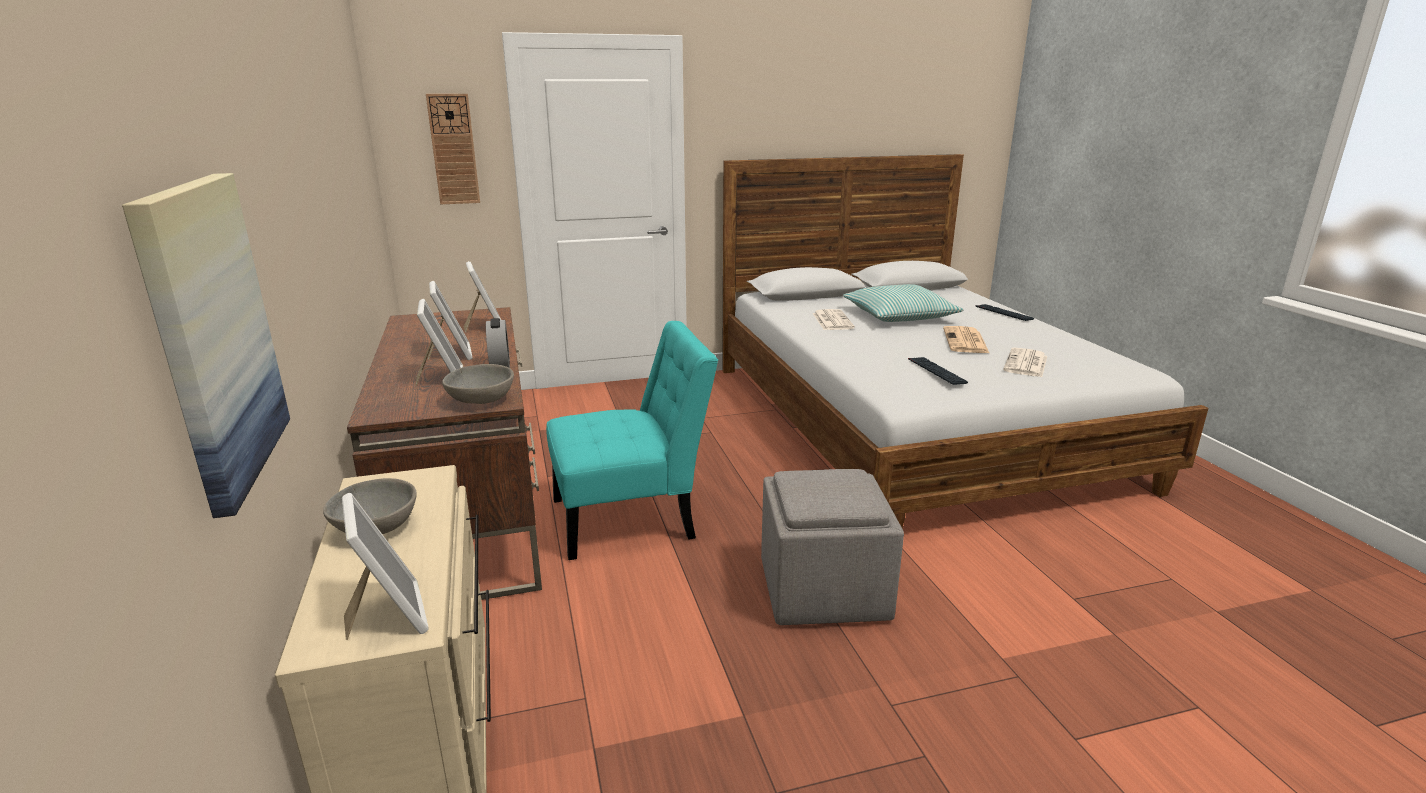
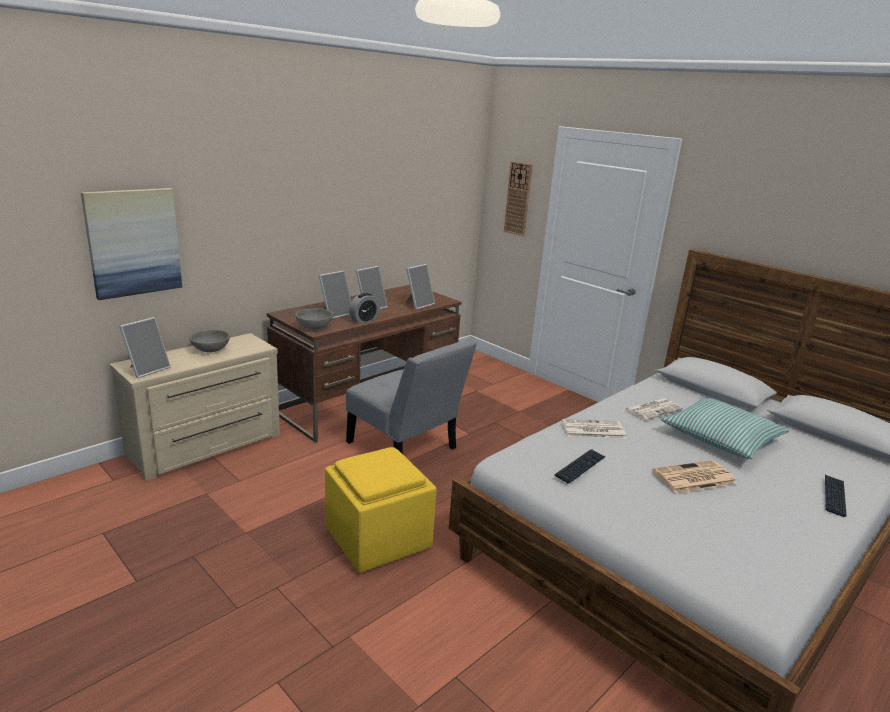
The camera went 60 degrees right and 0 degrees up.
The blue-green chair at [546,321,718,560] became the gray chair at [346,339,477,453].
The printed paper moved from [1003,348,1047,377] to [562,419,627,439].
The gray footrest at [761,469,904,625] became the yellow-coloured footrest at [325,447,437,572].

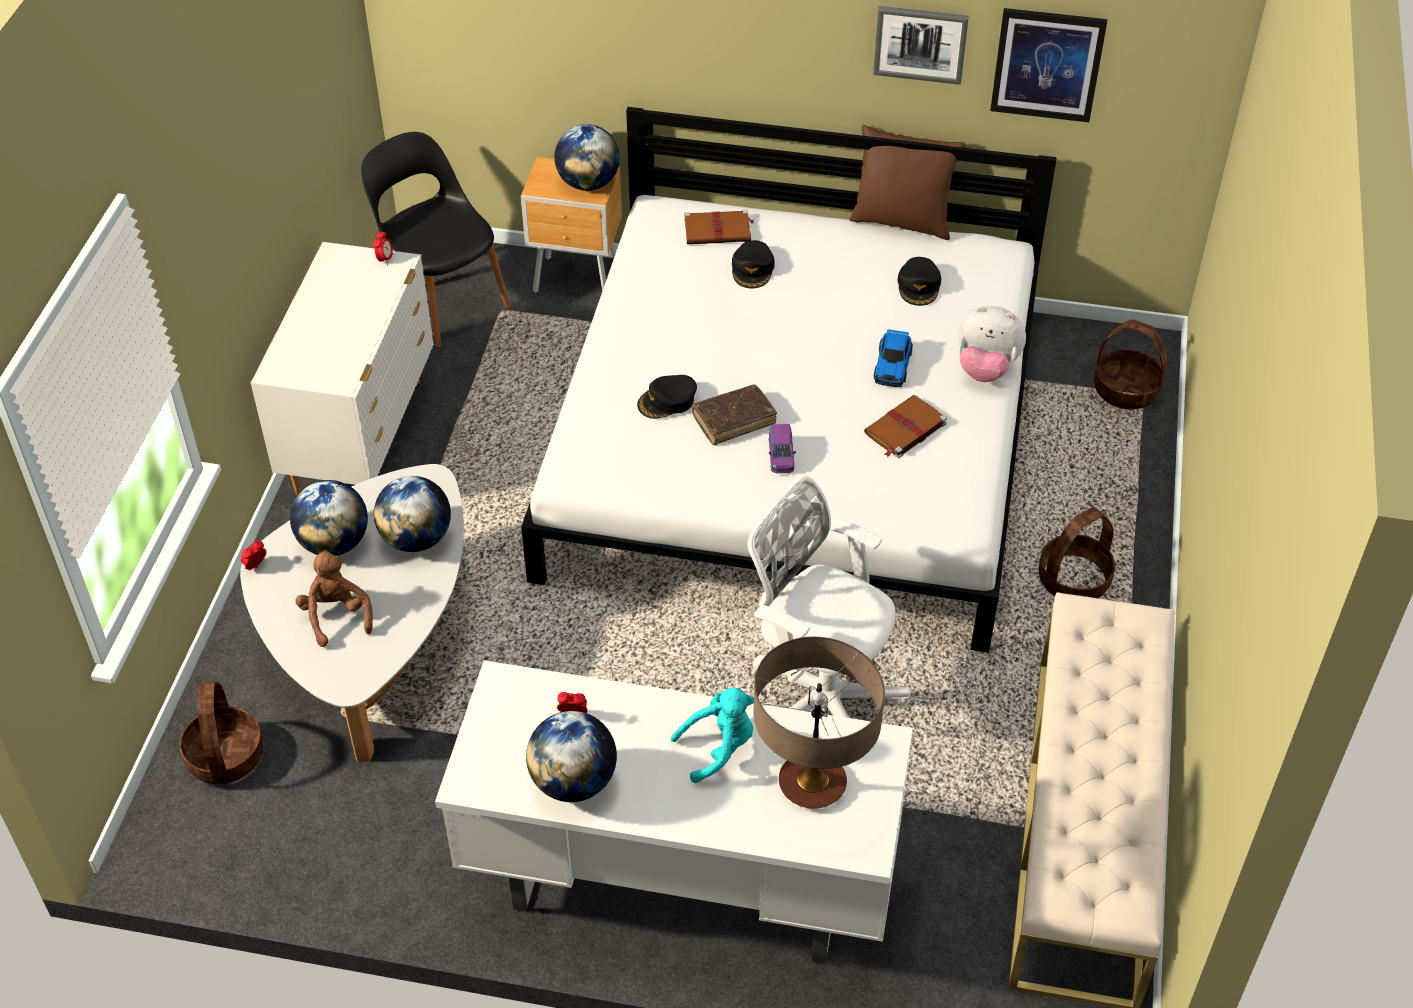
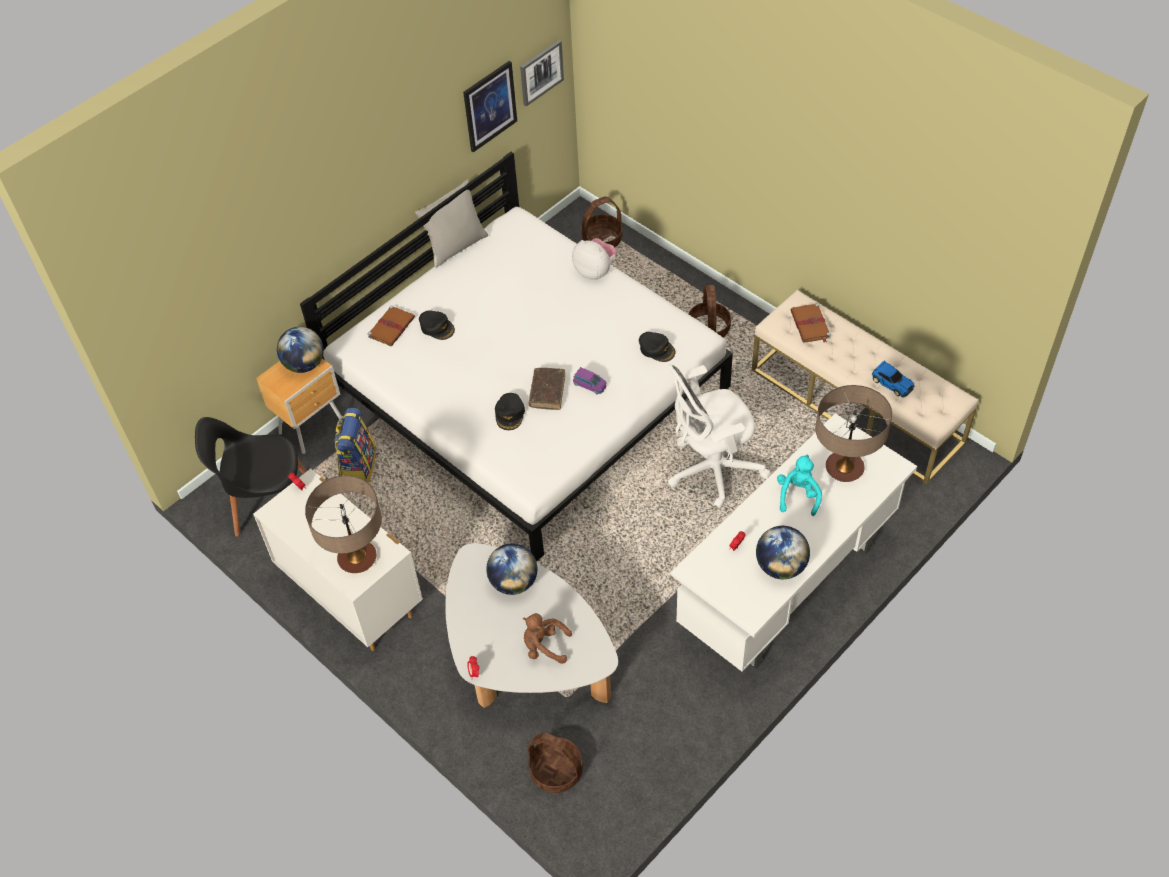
The camera went 55 degrees left and 5 degrees up.
The wall art moved from [873,6,969,85] to [520,40,564,106].
The brown throw pillow at [849,125,965,240] became the gray throw pillow at [415,179,488,268].
The blackish baseball cap moved from [898,257,941,306] to [639,332,675,362].
The plush toy at [958,306,1026,382] turned 105 degrees counterclockwise.
The model car moved from [874,329,913,387] to [872,361,914,398].
The brown book moved from [864,395,947,458] to [790,303,831,342].
The globe at [290,480,368,556] disappeared.
The rucksack at [334,408,376,482] appeared.
The table lamp at [305,475,382,573] appeared.

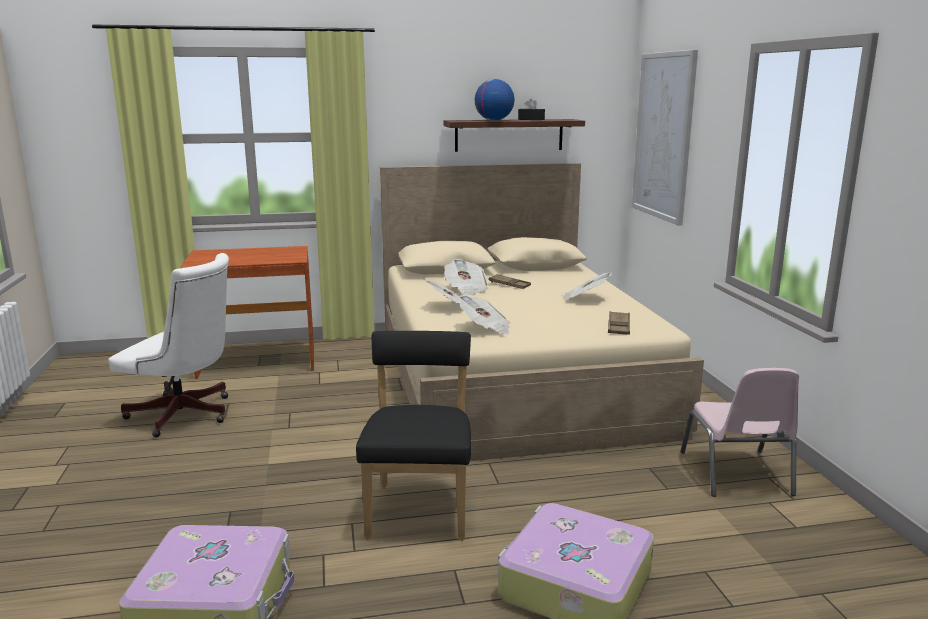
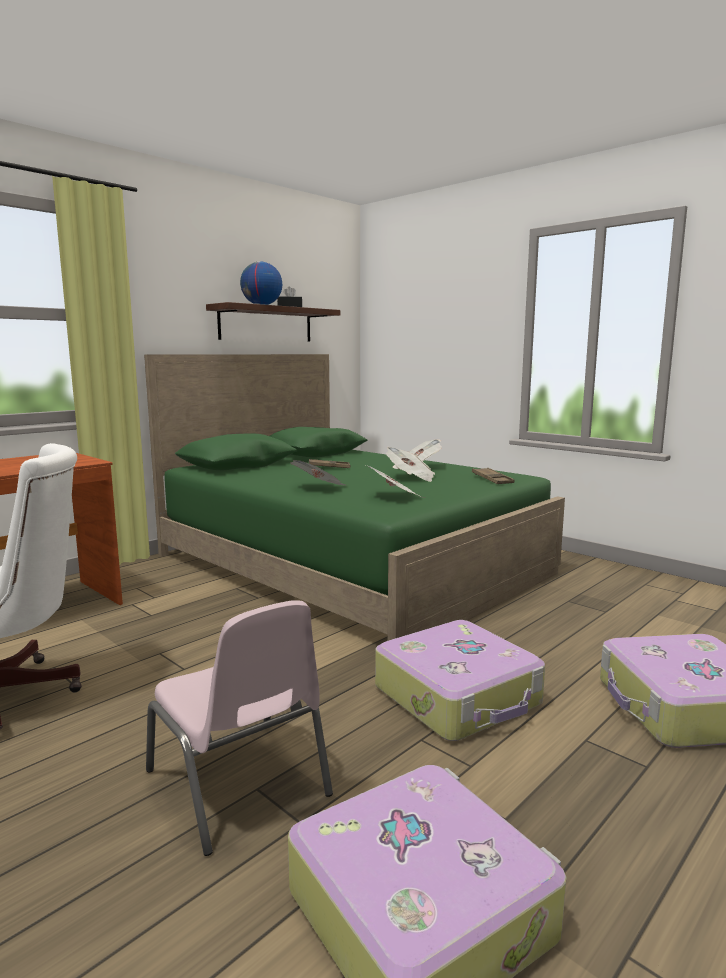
The camera went 35 degrees left and 5 degrees down.
The wall art at [632,49,698,226] disappeared.
The beige bedroom bed at [380,163,704,461] became the green-coloured bedroom bed at [144,354,565,641].
The printed paper moved from [444,259,488,296] to [386,447,435,482].
The blackish chair at [356,331,471,540] was replaced by the piece of luggage at [375,620,545,741].
The pinkish chair moved from [681,368,799,497] to [146,600,333,856].

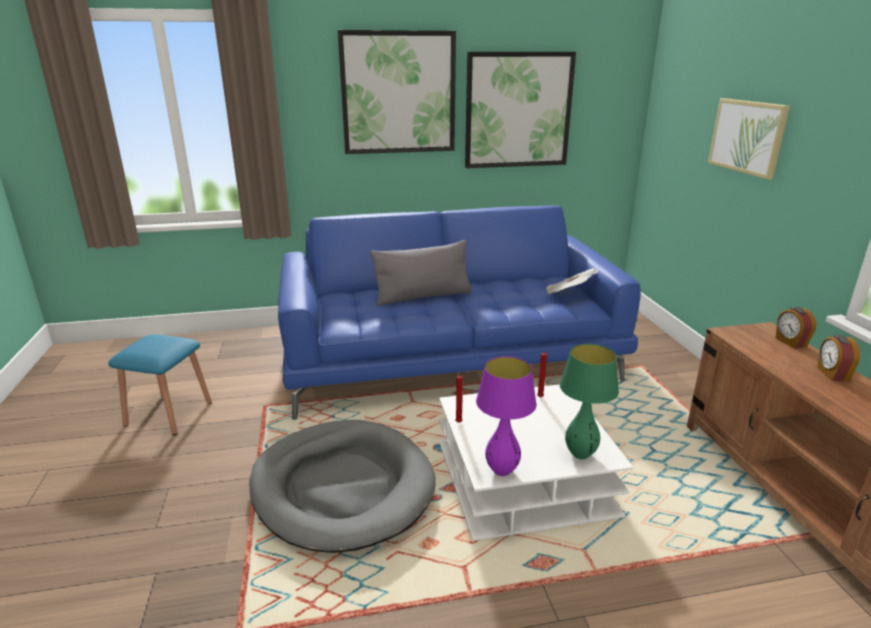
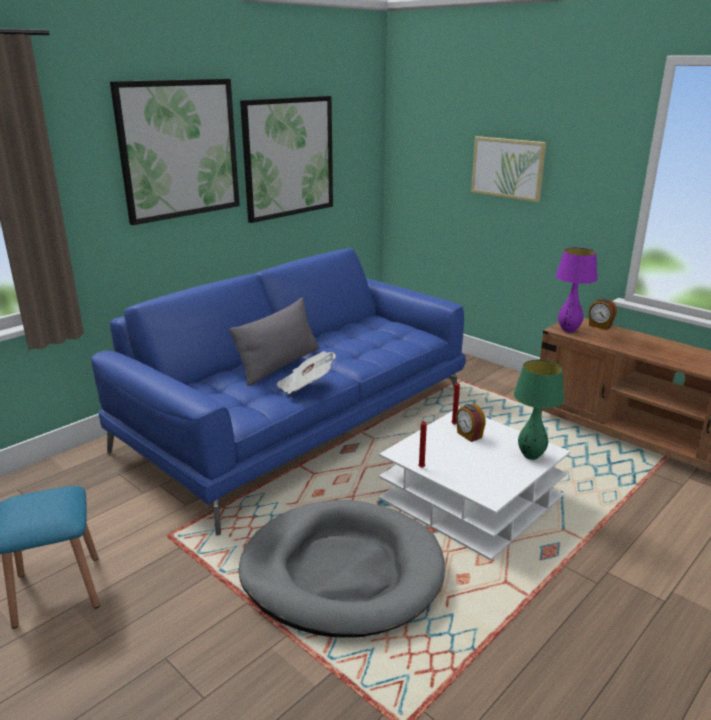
The camera went 35 degrees left and 0 degrees up.
The printed paper moved from [546,268,598,294] to [277,351,336,394].
The table clock moved from [817,335,860,381] to [456,404,486,442].
The purple-coloured table lamp moved from [476,356,537,476] to [556,247,597,333].

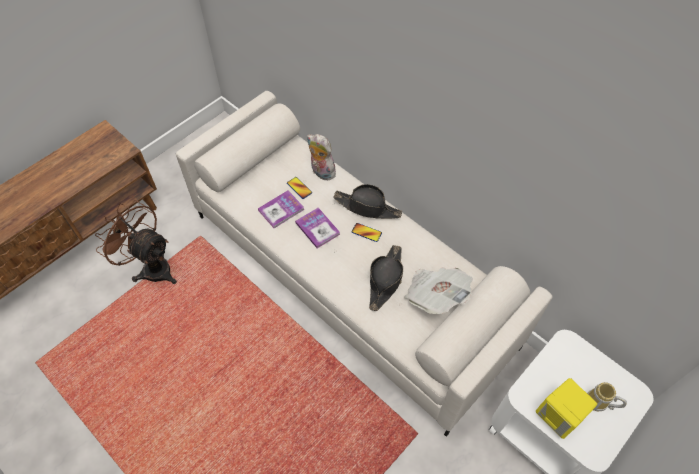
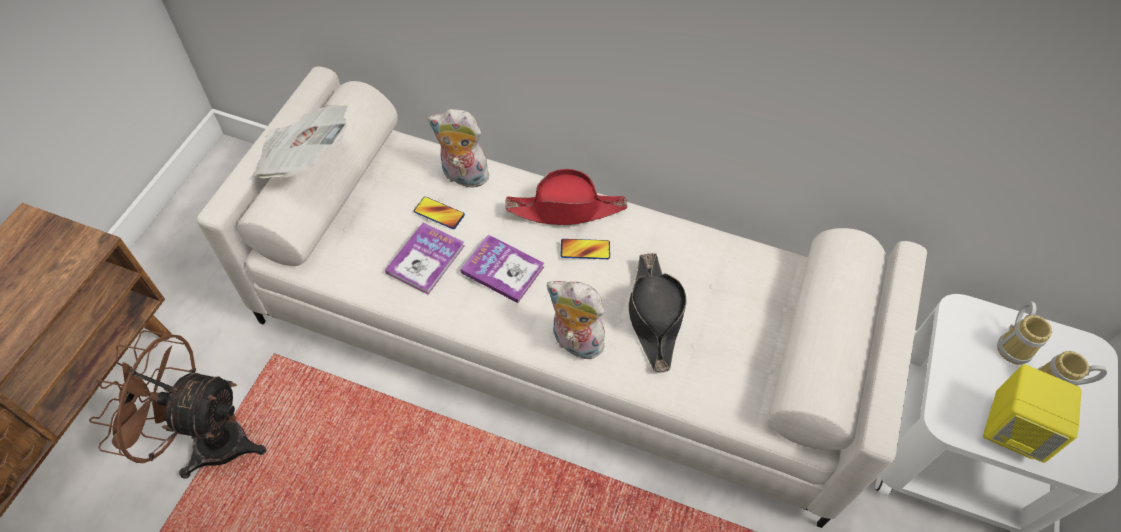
The camera went 25 degrees left and 0 degrees up.
The blackish clothing hat at [333,184,402,219] became the red-coloured clothing hat at [505,169,627,225].
The printed paper moved from [404,267,473,314] to [253,105,347,178].
The plush toy at [547,281,607,361] appeared.
The tea mug at [997,301,1052,365] appeared.

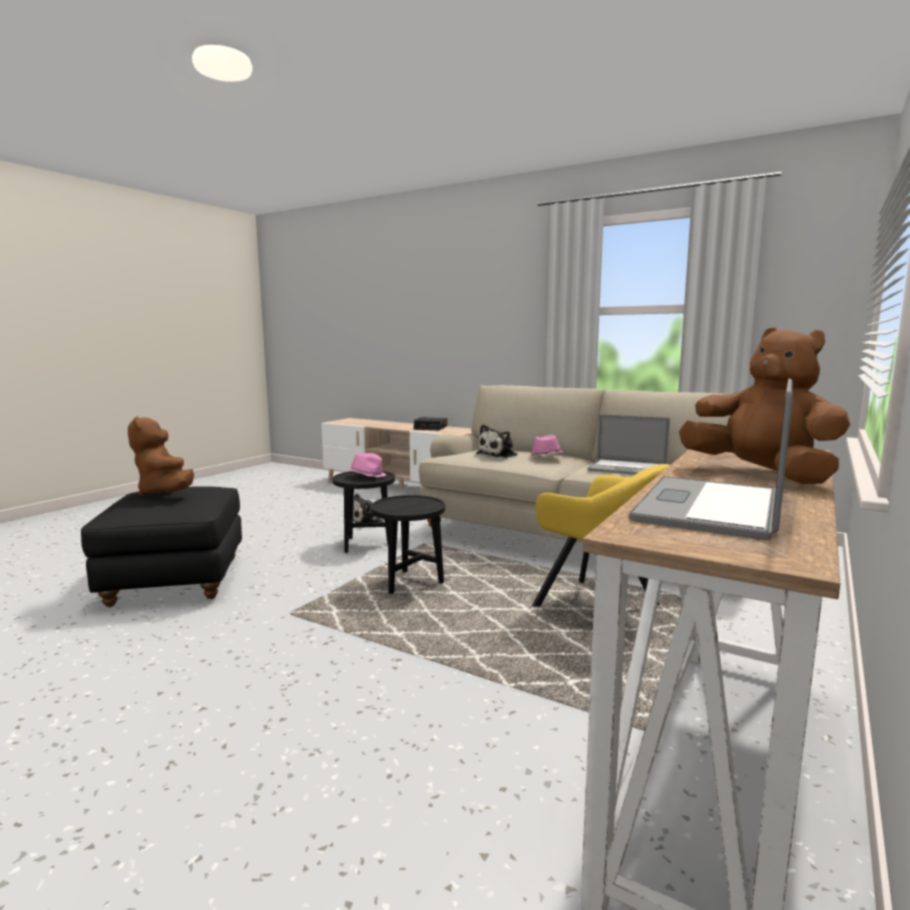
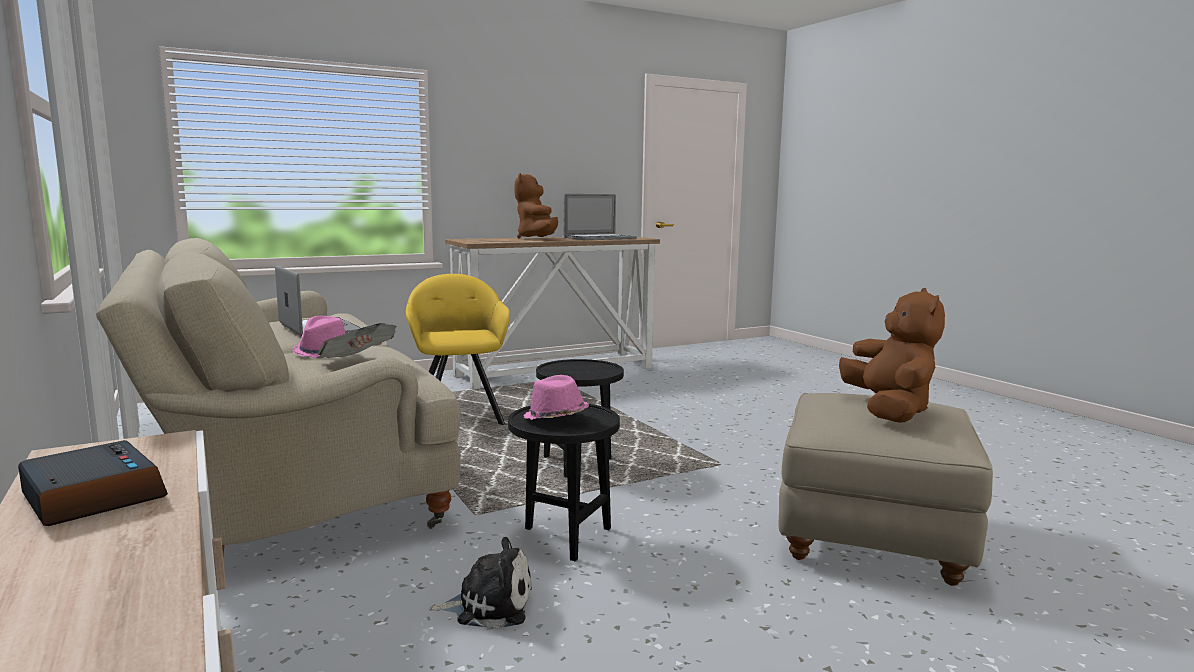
The camera went 150 degrees left and 0 degrees up.
The plush toy at [476,424,517,458] was replaced by the printed paper at [317,323,397,358].
The blackish footrest at [81,486,242,607] became the beige footrest at [779,393,993,586].

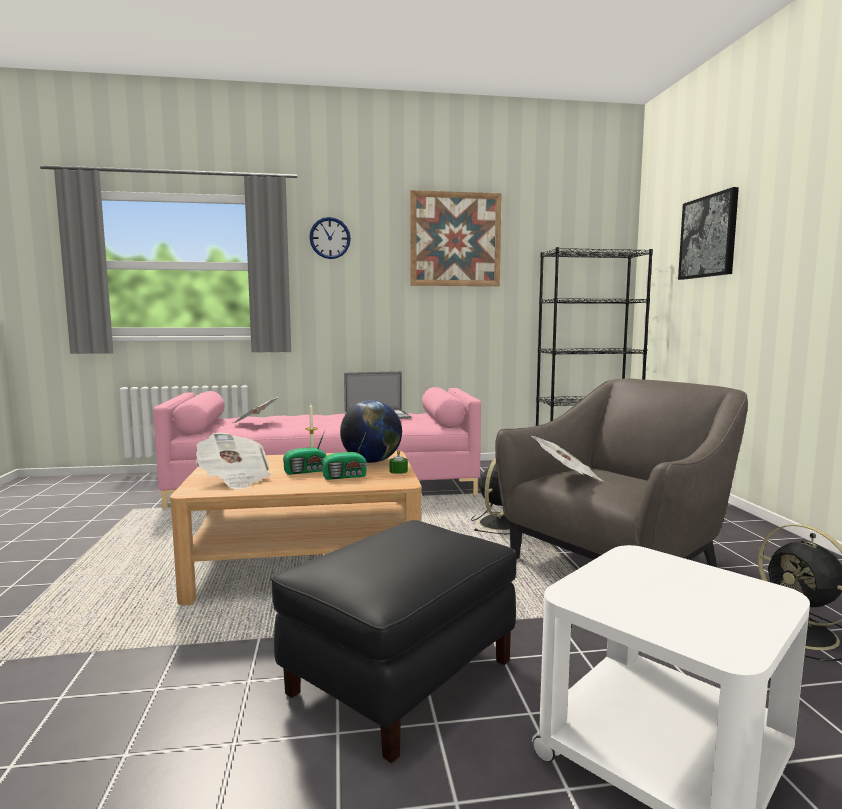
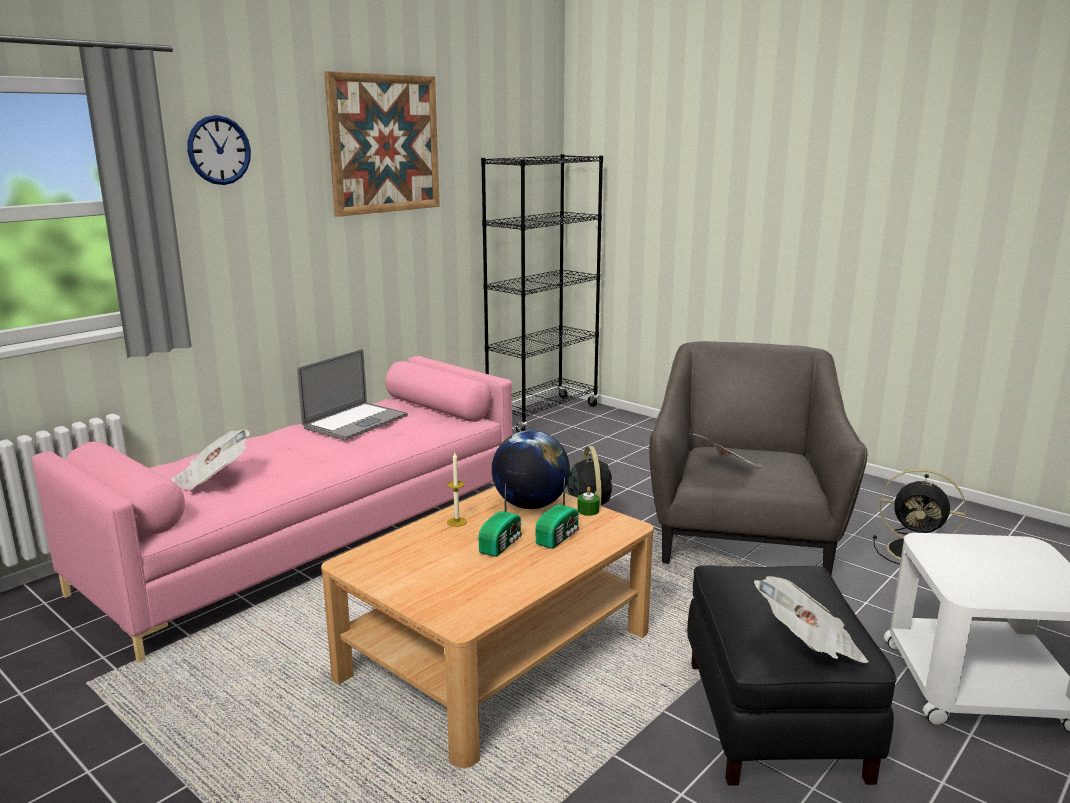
The camera went 40 degrees left and 10 degrees up.
The wall art at [678,187,739,280] disappeared.
The printed paper moved from [196,433,271,490] to [754,576,869,663].

